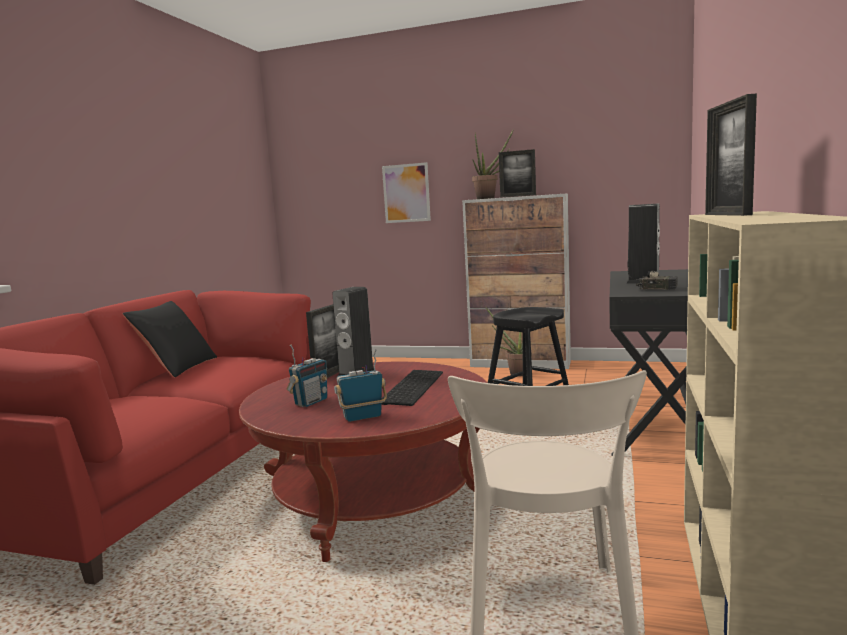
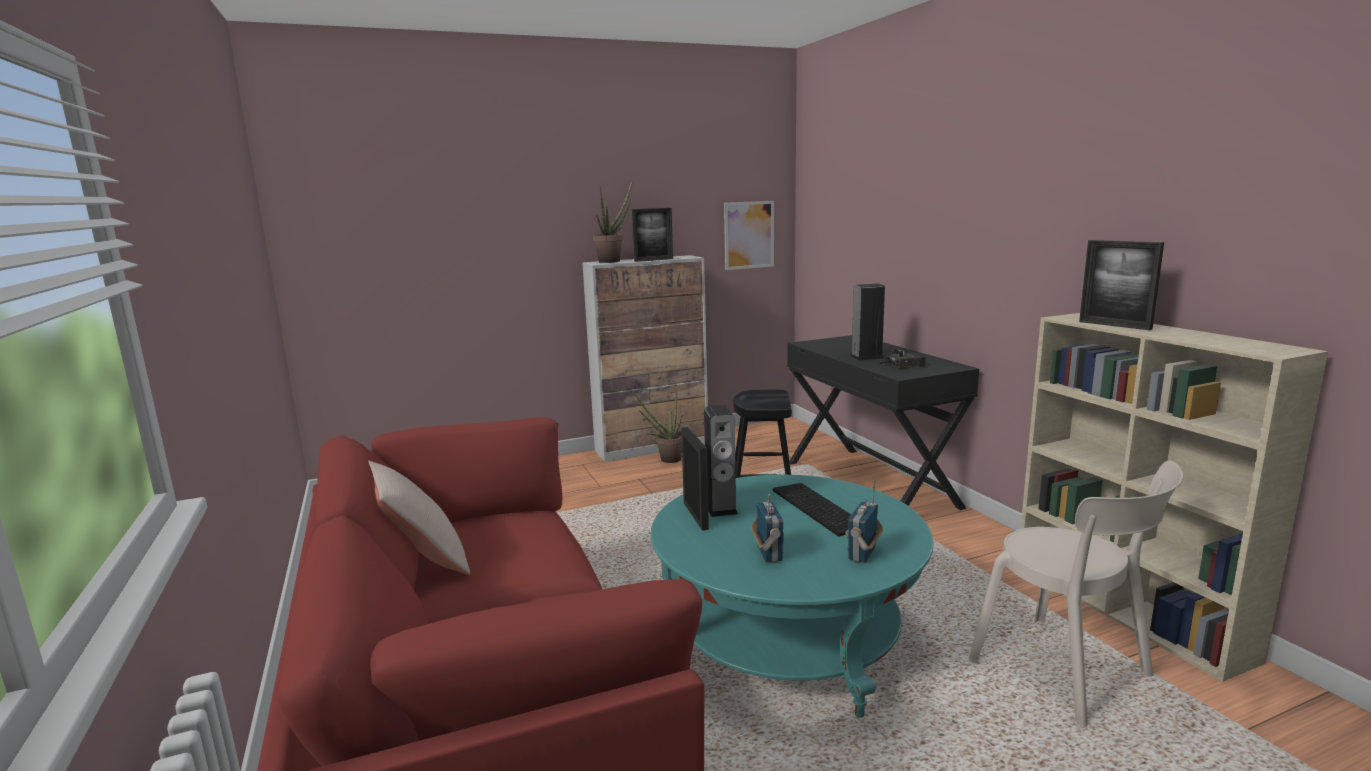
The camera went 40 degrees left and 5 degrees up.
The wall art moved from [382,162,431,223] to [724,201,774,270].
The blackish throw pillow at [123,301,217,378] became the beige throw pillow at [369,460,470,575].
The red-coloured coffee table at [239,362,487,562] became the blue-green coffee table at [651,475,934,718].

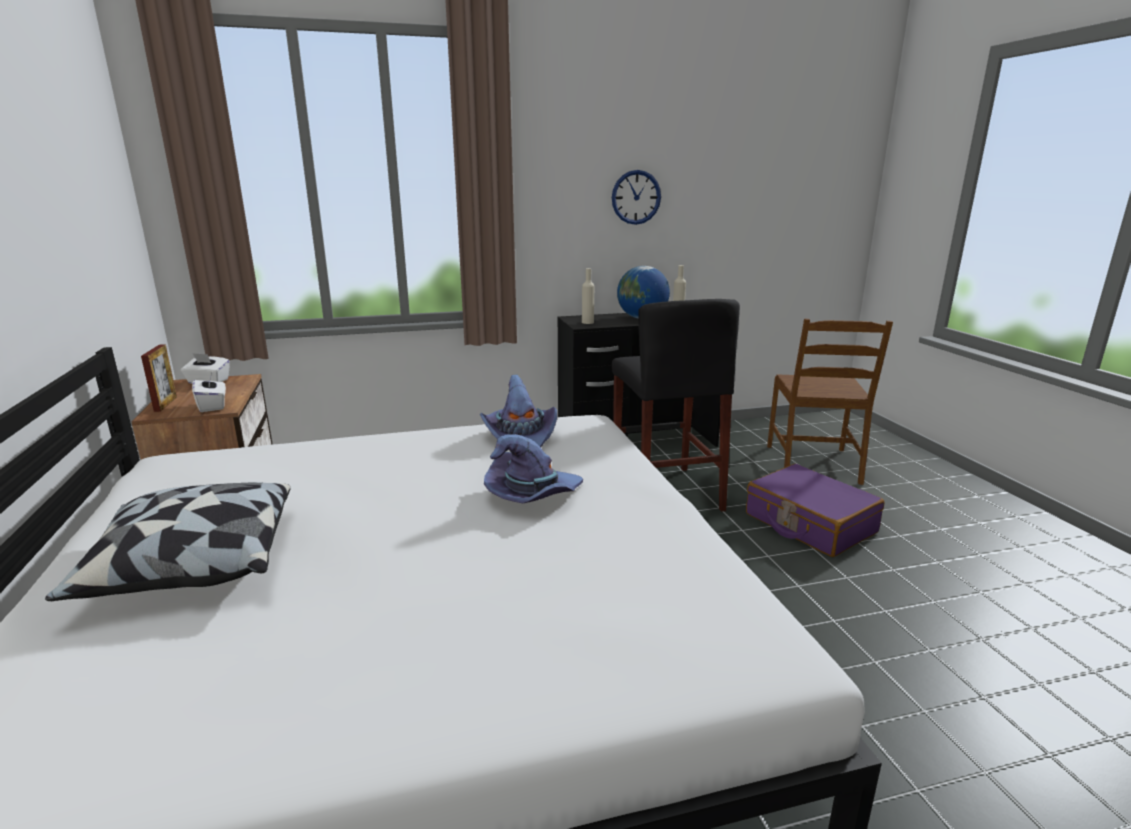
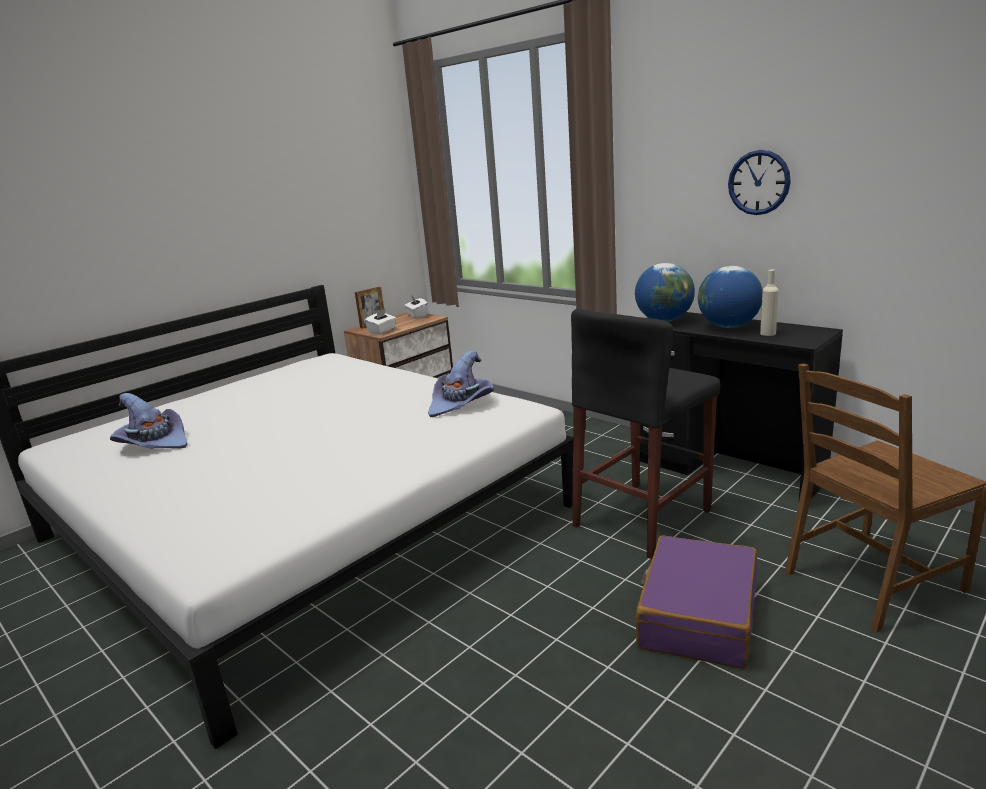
The camera went 60 degrees right and 0 degrees up.
The beige drink bottle at [582,268,594,324] was replaced by the globe at [635,263,695,322].
The purple-coloured clothing hat moved from [484,434,583,503] to [110,393,188,449].
The throw pillow at [45,482,291,601] disappeared.

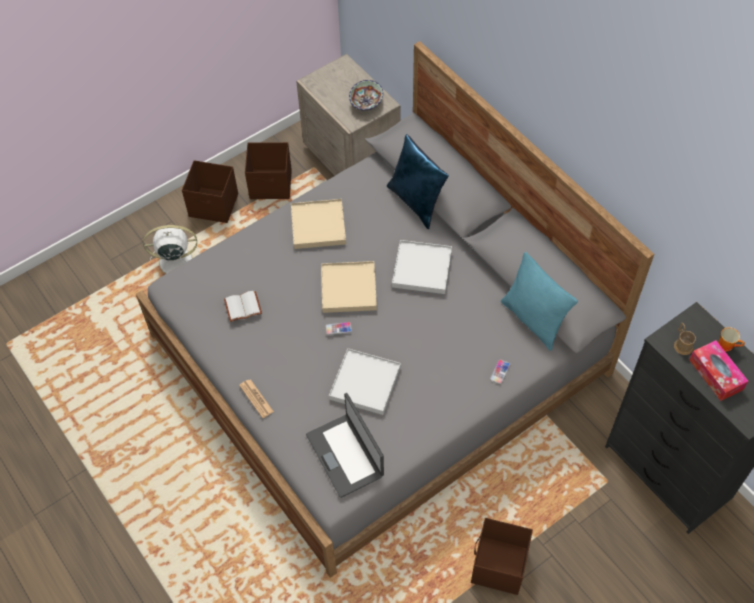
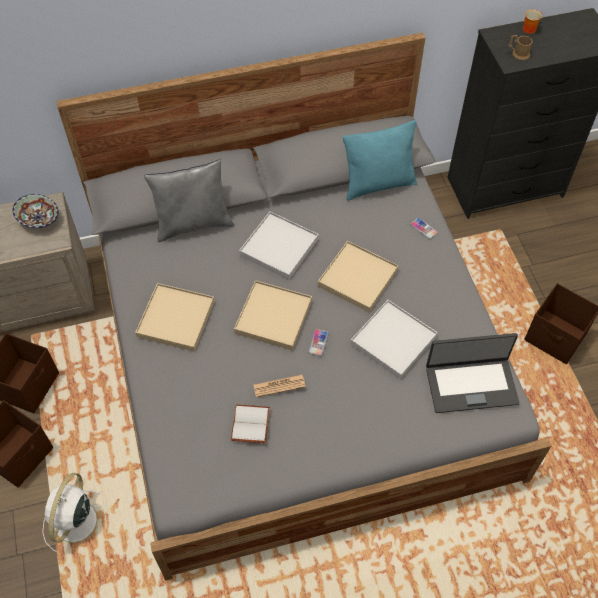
The camera went 70 degrees left and 0 degrees up.
The bluish throw pillow at [387,134,449,229] became the gray throw pillow at [144,160,234,242].
The tissue holder at [689,340,748,401] disappeared.
The printed paper moved from [239,379,274,418] to [253,375,306,397].
The beige serving tray at [318,241,398,312] appeared.

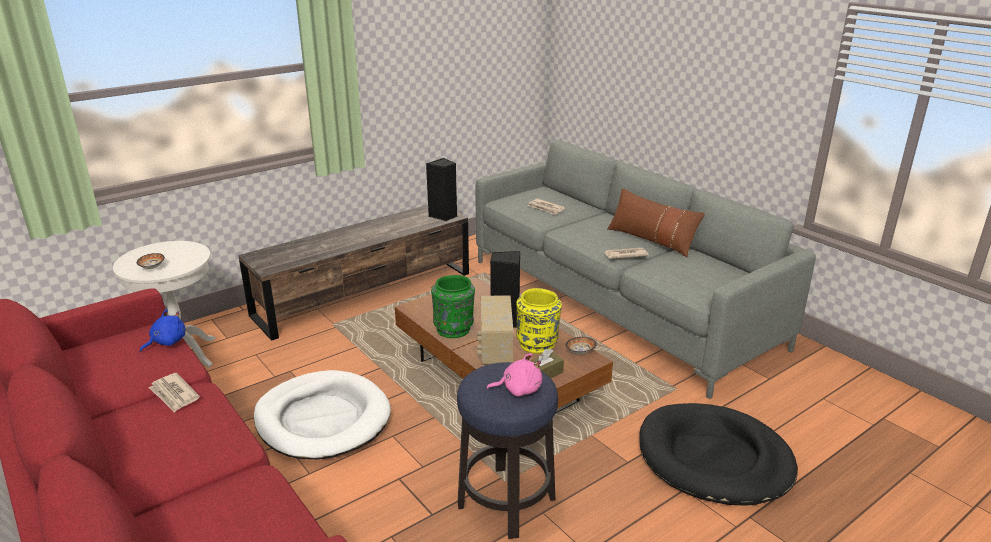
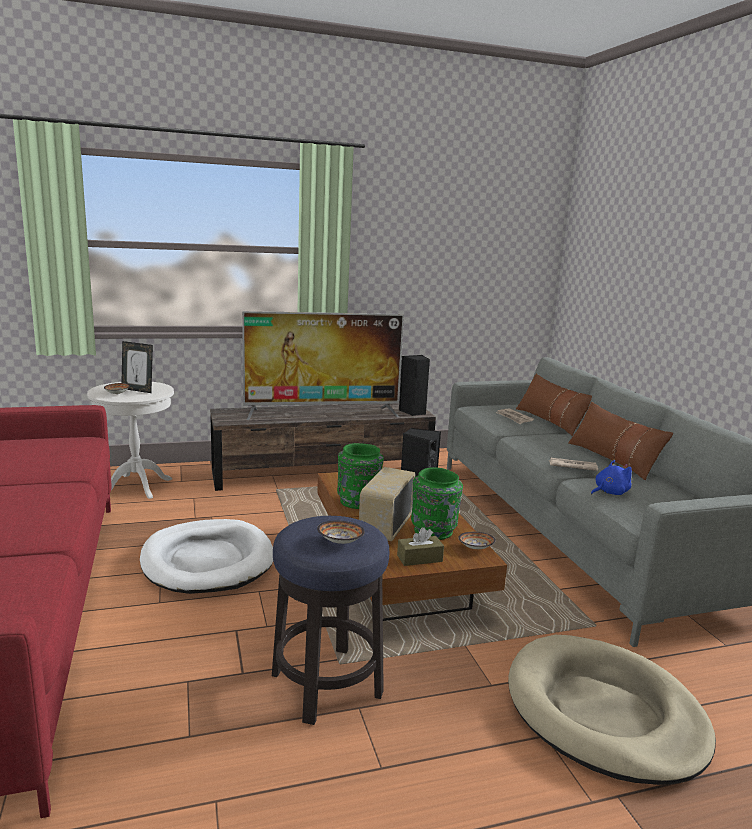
The camera went 20 degrees right and 10 degrees down.
The yellow-coloured vase at [516,288,562,354] became the green-coloured vase at [411,467,463,540].
The bluish plush toy moved from [140,309,186,352] to [591,460,632,495].
The pinkish plush toy at [486,353,542,397] was replaced by the bowl at [317,521,365,544].
The printed paper at [149,373,200,413] disappeared.
The blackish dog bed at [639,403,798,506] became the beige dog bed at [508,635,716,785].
The TV set at [242,311,404,420] appeared.
The photo frame at [121,341,153,393] appeared.
The brown throw pillow at [516,374,592,436] appeared.

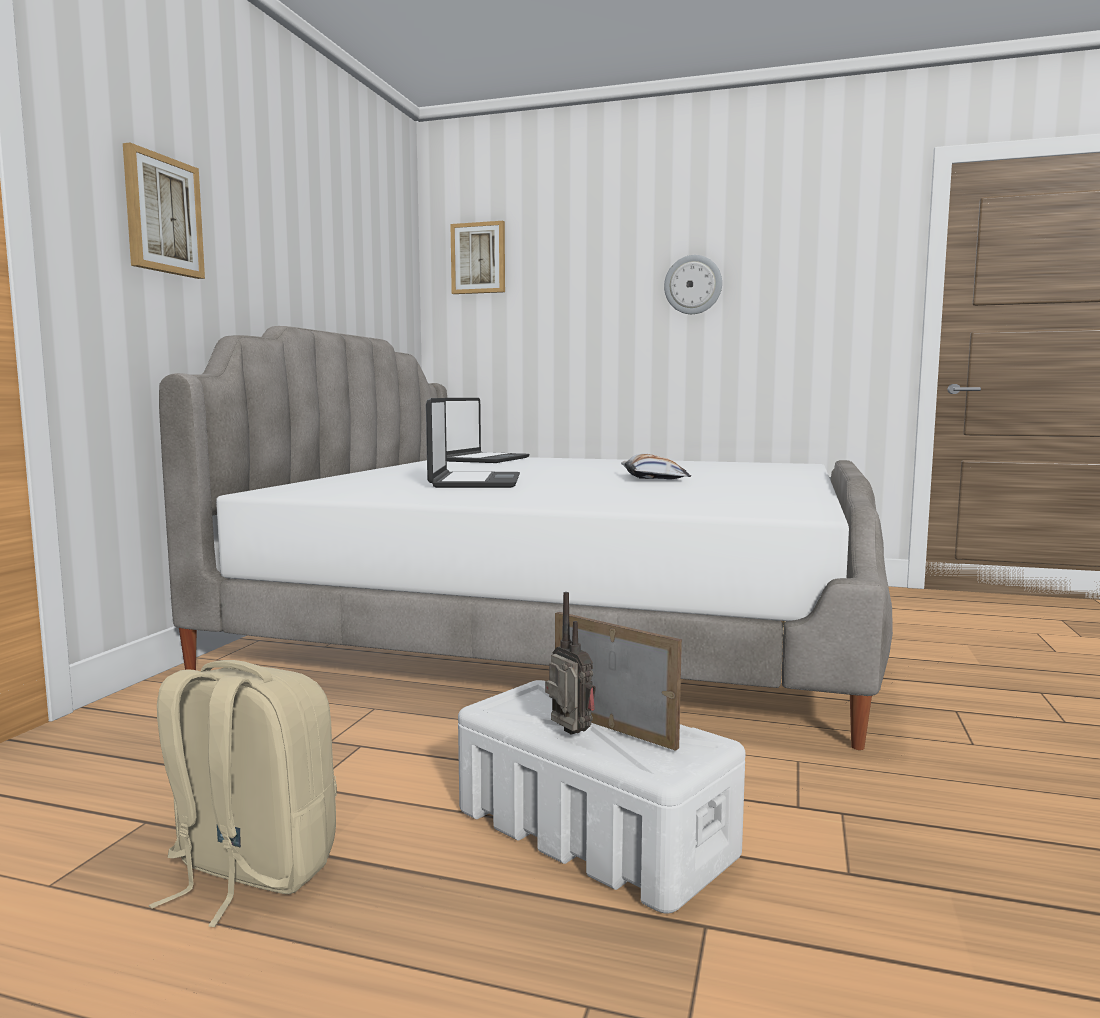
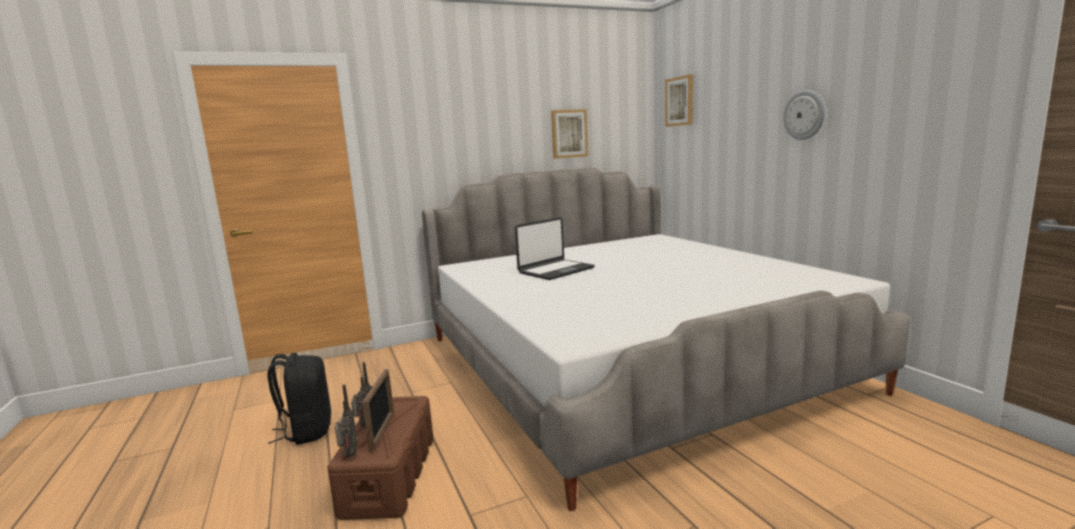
The camera went 50 degrees right and 5 degrees up.
The wall art moved from [123,143,205,279] to [551,109,588,159].
The laptop at [445,398,530,463] disappeared.
The throw pillow at [621,454,691,480] disappeared.
The beige rucksack at [149,660,337,927] became the blackish rucksack at [268,353,331,445].
The whitish storage bin at [458,680,745,914] became the brown storage bin at [328,396,433,520].
The radio at [335,384,358,457] appeared.

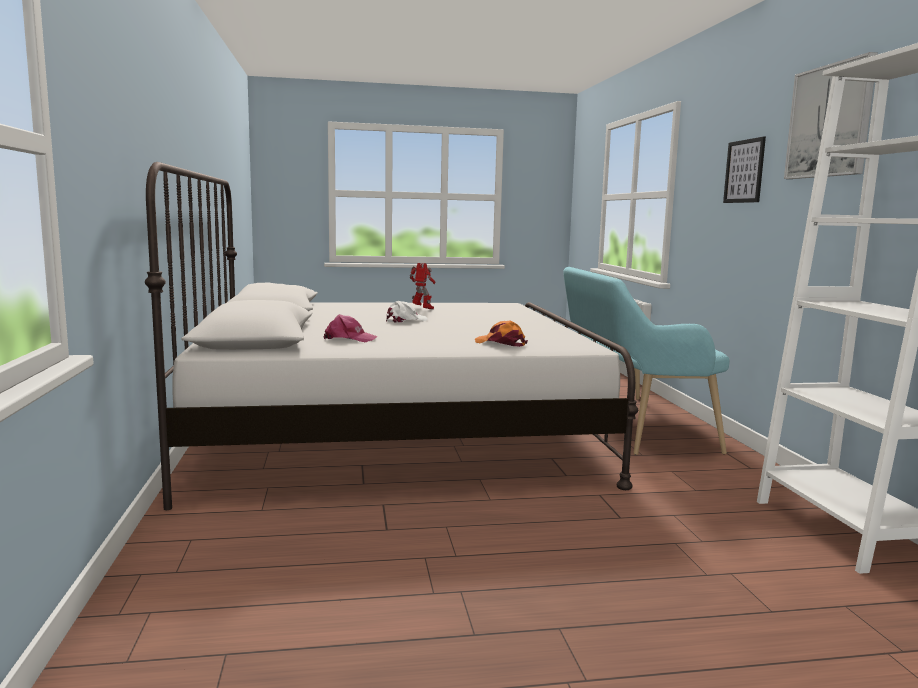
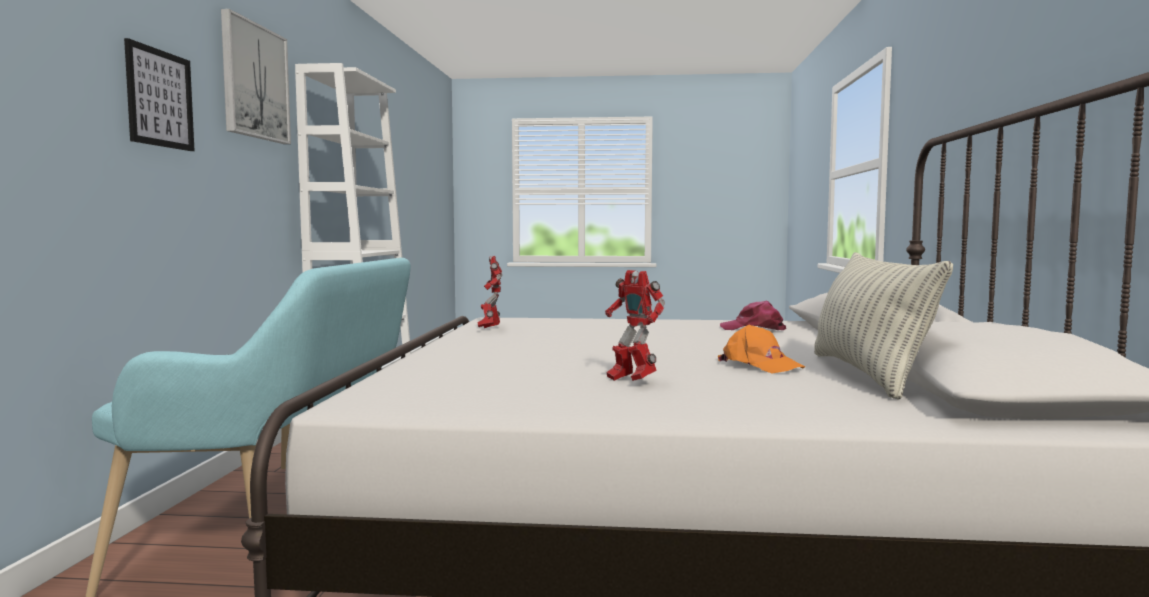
The camera went 165 degrees left and 5 degrees down.
The whitish baseball cap at [386,301,428,323] disappeared.
The orangey baseball cap moved from [475,320,528,347] to [718,324,805,373].
The throw pillow at [814,252,953,400] appeared.
The model robot at [477,256,502,328] appeared.

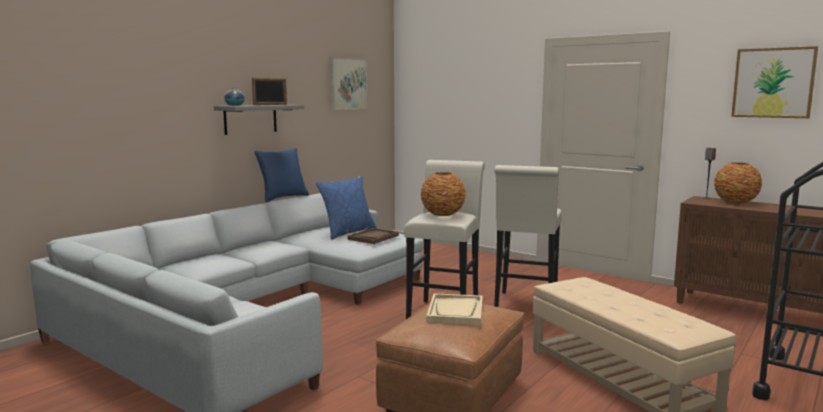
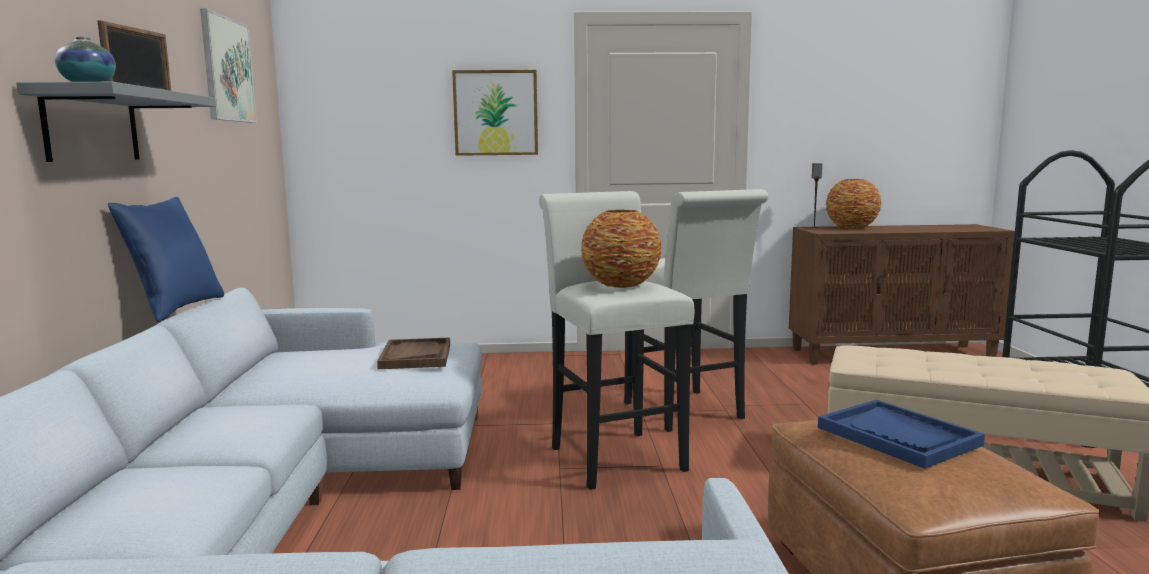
The camera went 40 degrees left and 0 degrees up.
The wall art moved from [731,46,818,118] to [452,70,538,156].
The bluish throw pillow at [316,175,377,240] disappeared.
The beige serving tray at [426,293,483,325] became the bluish serving tray at [818,400,985,469].

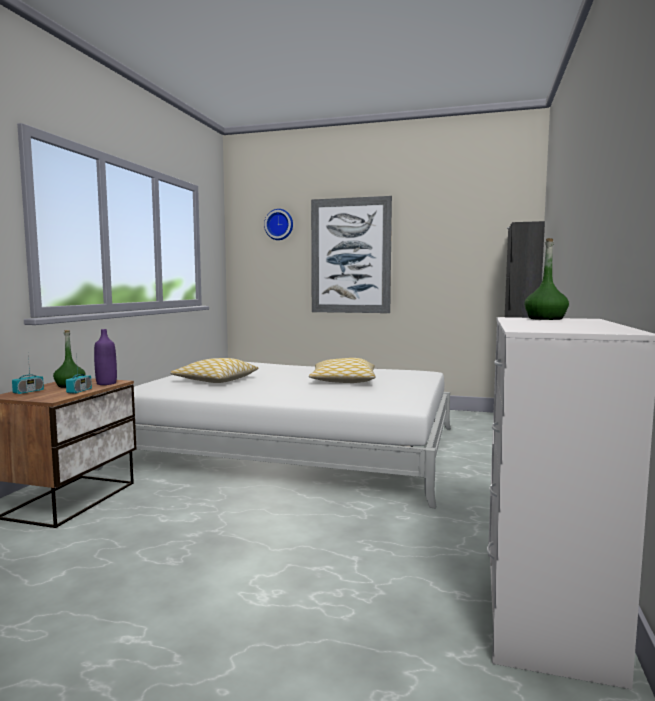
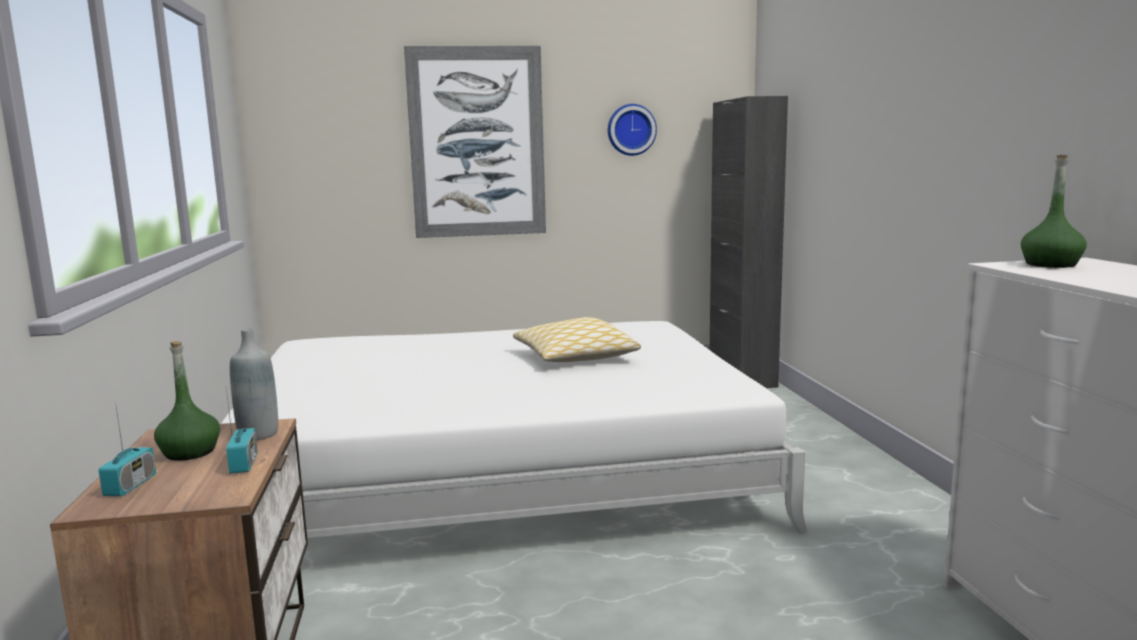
The camera went 25 degrees left and 5 degrees up.
The clock on the wall moved from [264,209,293,240] to [608,104,657,156].
The purple-coloured drink bottle at [94,329,117,385] became the gray drink bottle at [230,329,278,440].
The throw pillow at [170,358,258,383] disappeared.

